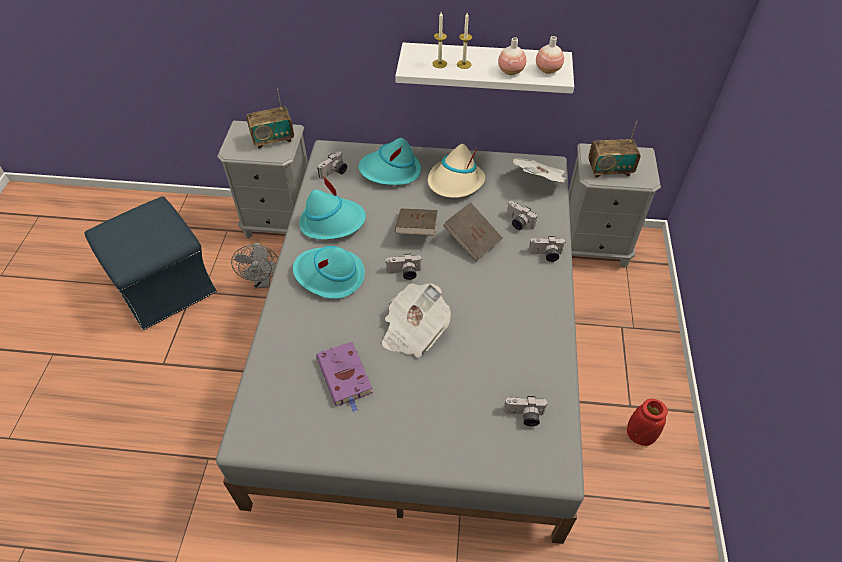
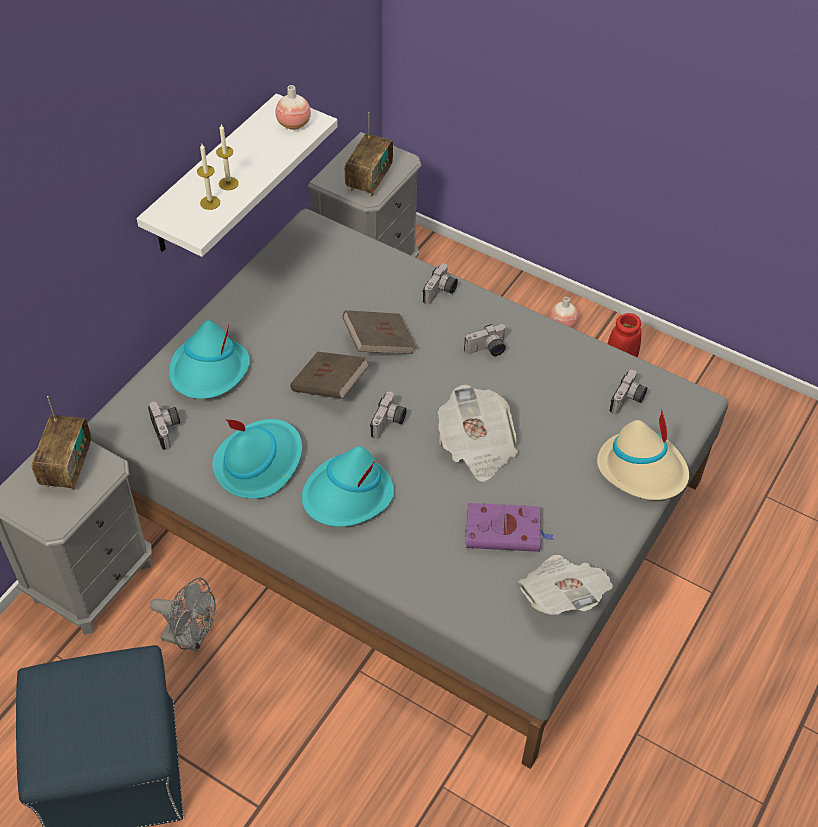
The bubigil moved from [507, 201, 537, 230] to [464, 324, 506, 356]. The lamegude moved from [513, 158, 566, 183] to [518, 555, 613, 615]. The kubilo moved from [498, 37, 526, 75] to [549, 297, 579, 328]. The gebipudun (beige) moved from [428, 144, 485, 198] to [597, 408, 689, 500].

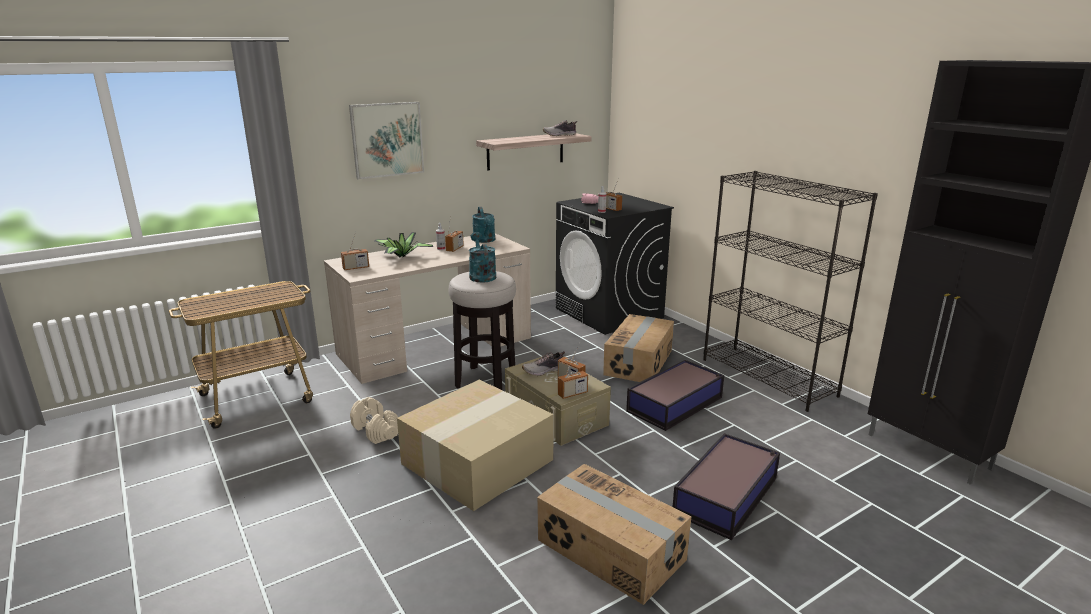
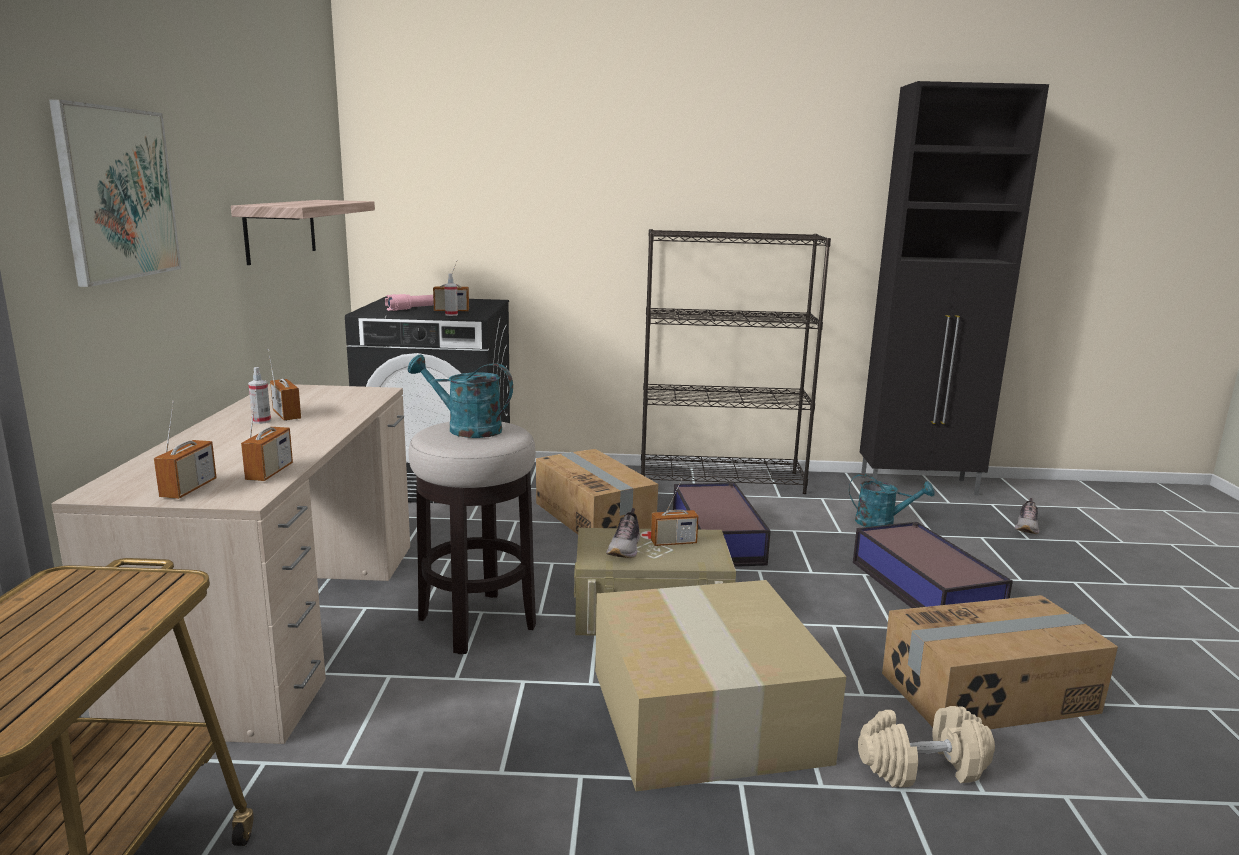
The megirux moved from [558, 352, 588, 399] to [241, 389, 293, 481]. The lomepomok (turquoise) moved from [472, 207, 495, 243] to [849, 474, 935, 527]. The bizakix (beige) moved from [350, 397, 398, 444] to [858, 706, 995, 787]. The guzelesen moved from [543, 120, 577, 136] to [1015, 498, 1039, 534]. The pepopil at [374, 232, 433, 257] disappeared.

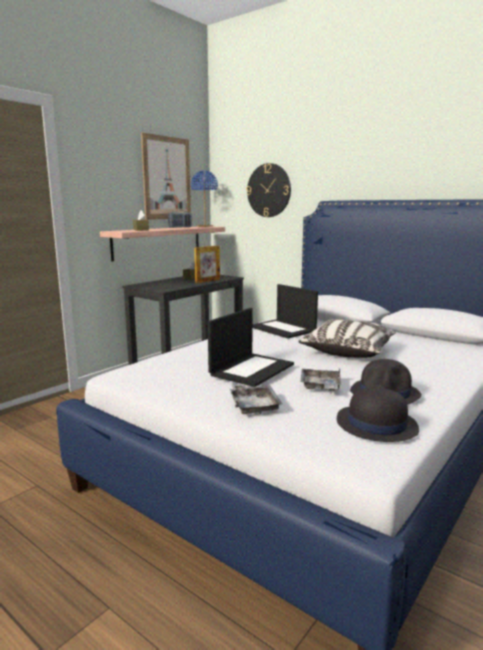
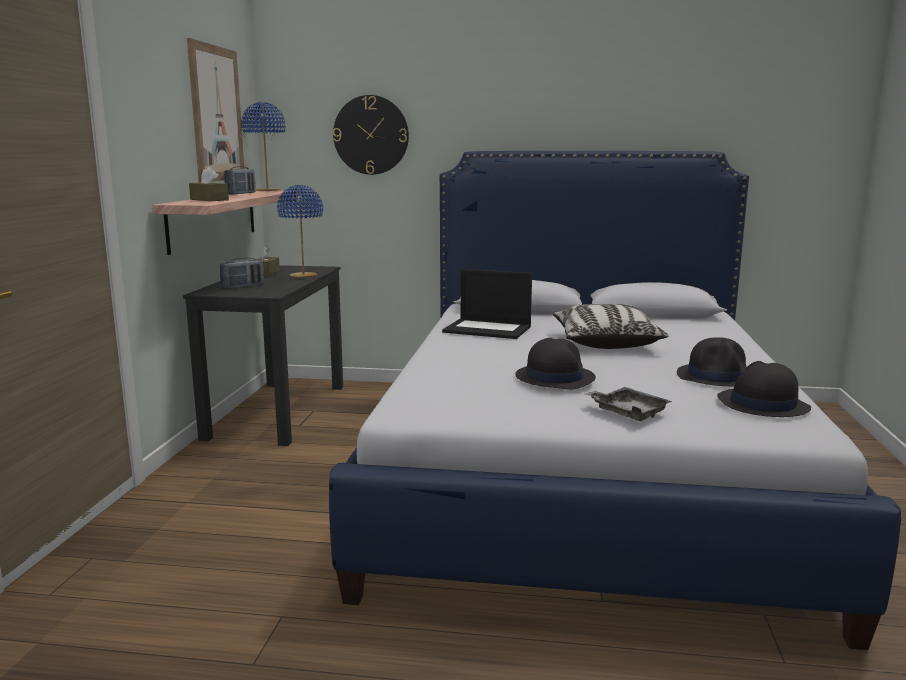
The megirux at [220, 258, 264, 289] appeared. The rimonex at [194, 246, 220, 283] was replaced by the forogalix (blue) at [277, 185, 323, 278]. The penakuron at [208, 308, 294, 387] was replaced by the gebipudun (black) at [515, 338, 596, 390]. The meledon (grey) at [300, 368, 342, 391] disappeared.

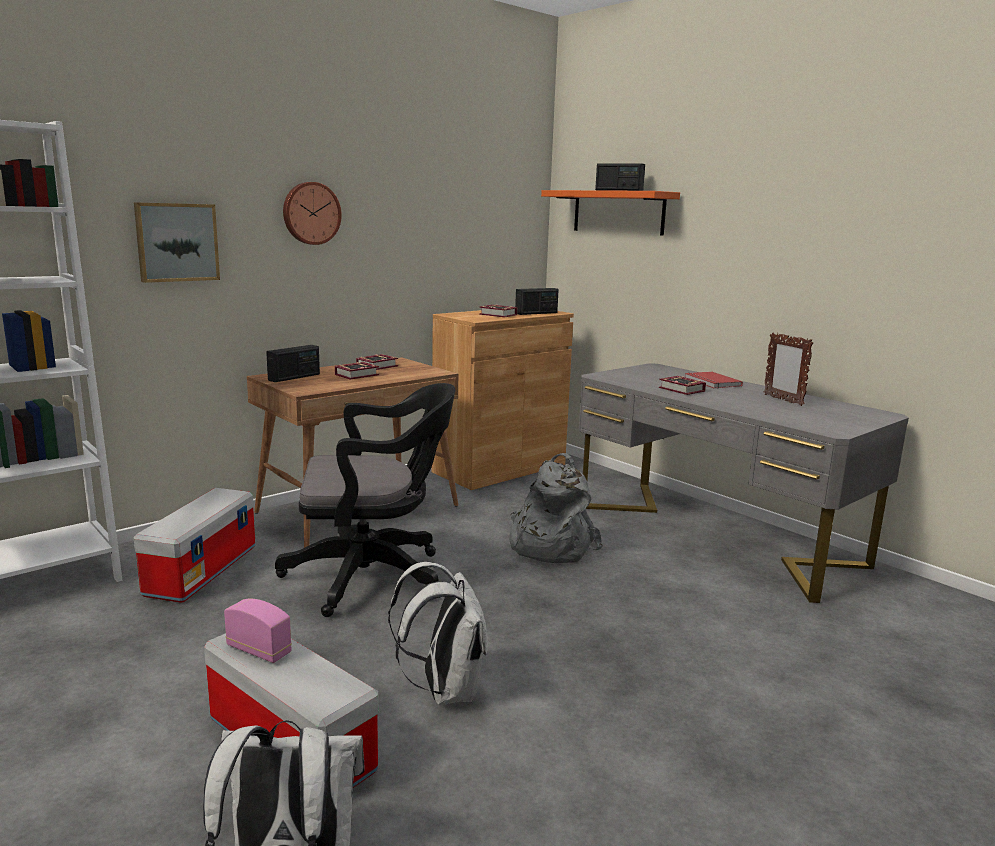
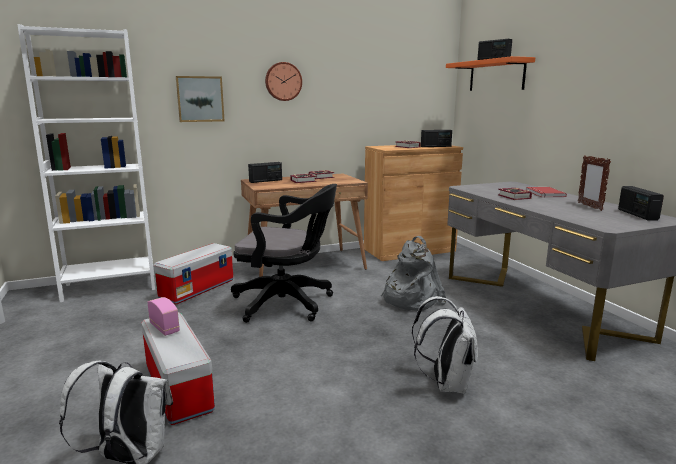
The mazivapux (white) moved from [388, 562, 488, 705] to [412, 296, 478, 394]. The megirux at [618, 186, 664, 221] appeared.

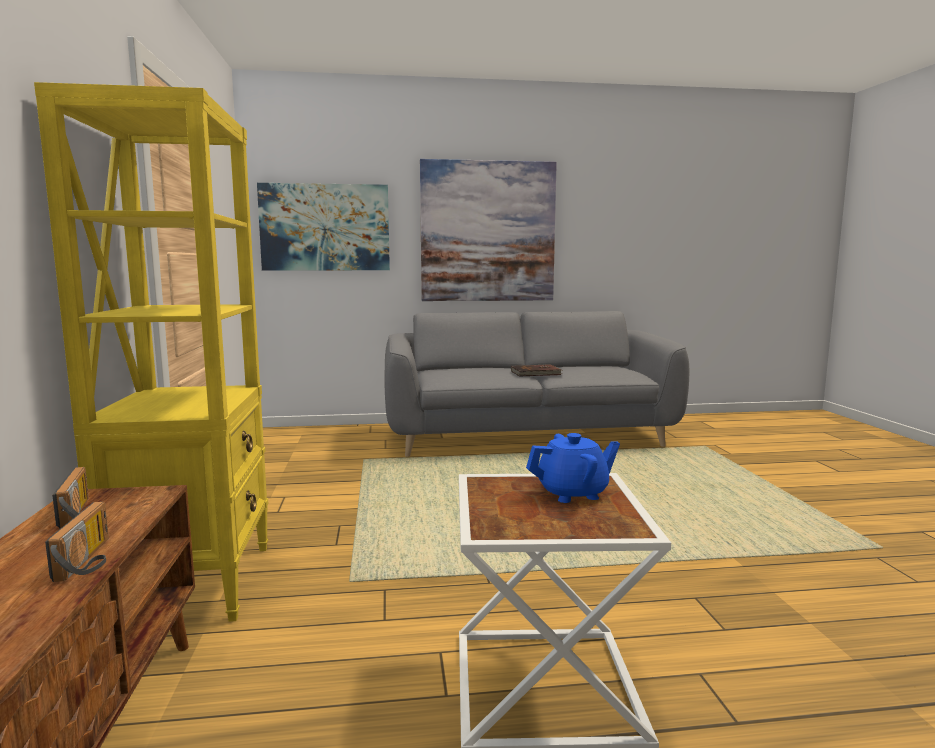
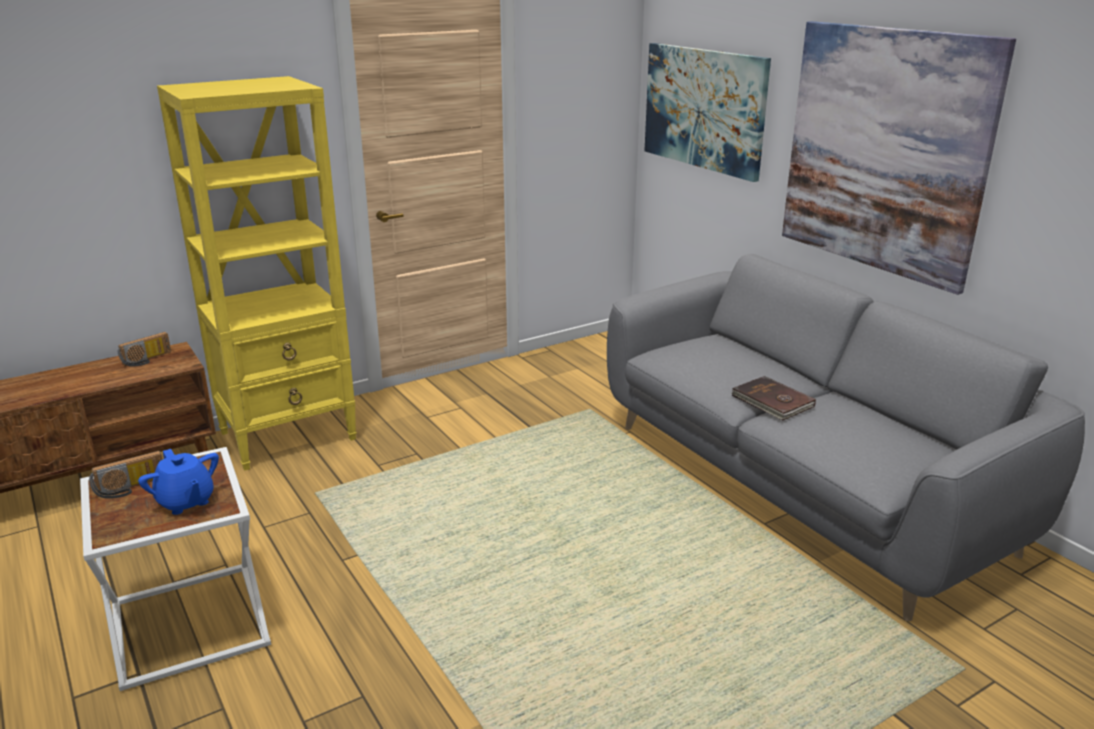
The megirux moved from [45, 502, 109, 582] to [89, 451, 163, 499].

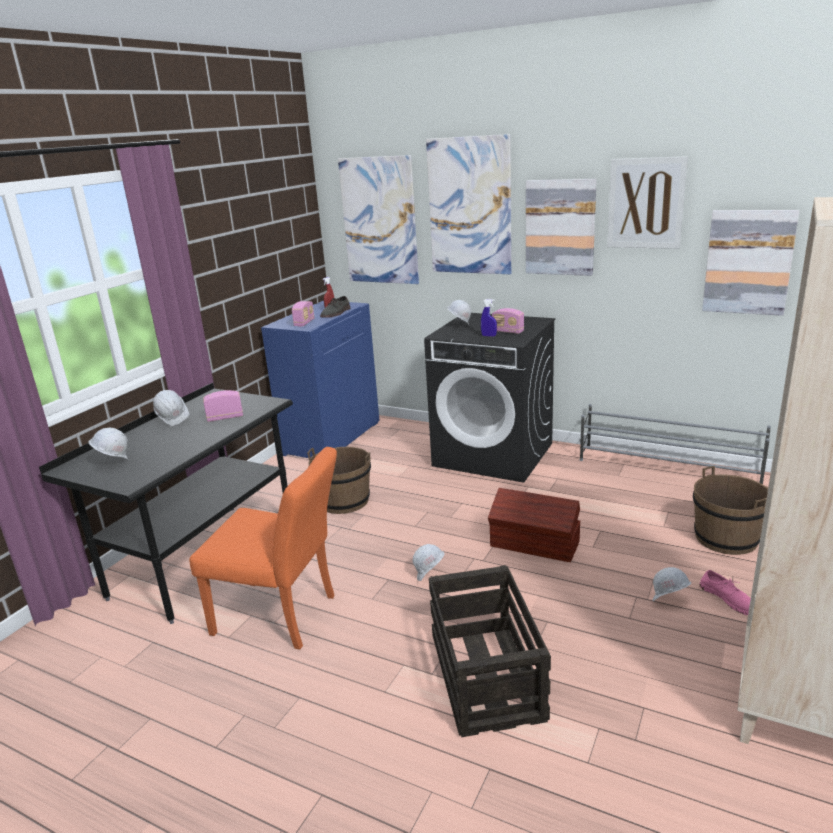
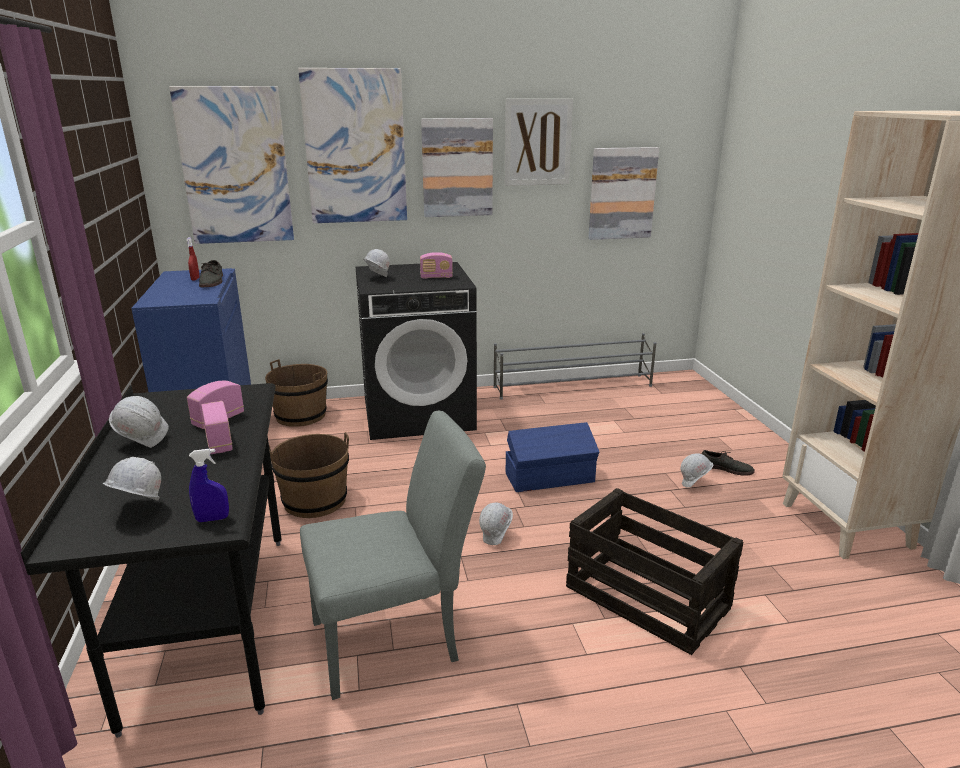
The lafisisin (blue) moved from [481, 299, 497, 337] to [189, 448, 229, 522]. The megirux moved from [292, 301, 314, 327] to [201, 401, 233, 454]. The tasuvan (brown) moved from [693, 466, 768, 555] to [265, 359, 328, 427]. The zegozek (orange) at [189, 447, 337, 650] became the zegozek (grey) at [300, 411, 486, 700]. The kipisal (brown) at [488, 488, 580, 562] became the kipisal (blue) at [506, 422, 599, 492]. The guzelesen (pink) at [699, 570, 751, 615] became the guzelesen (grey) at [701, 450, 755, 476].

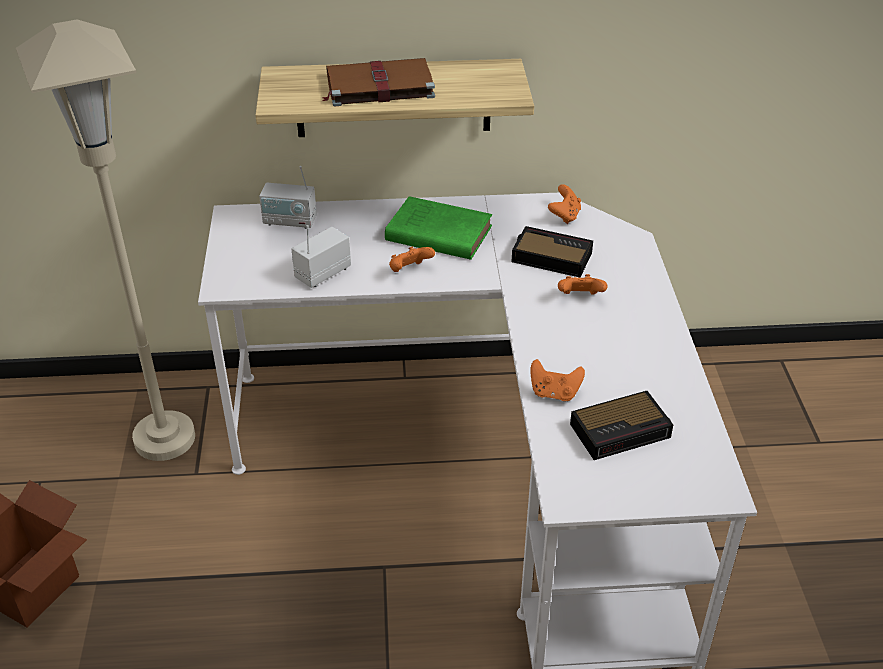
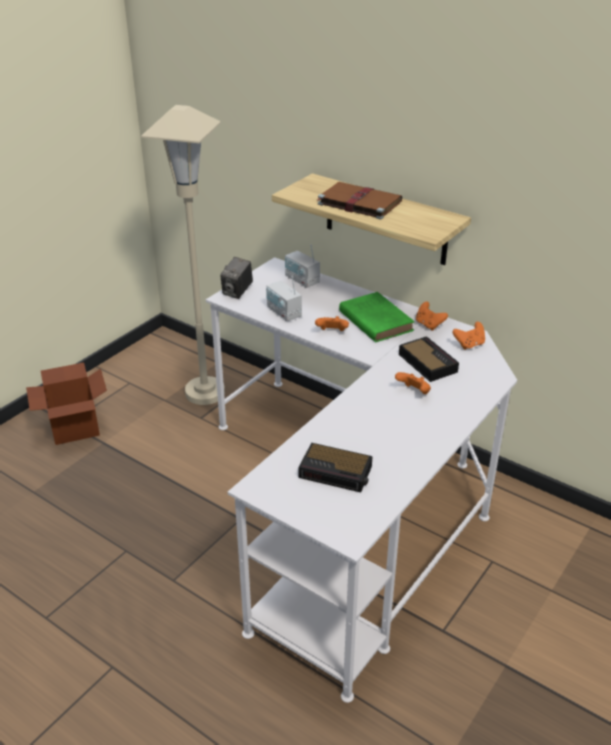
The bubigil at [220, 257, 253, 299] appeared. The megirux at [291, 225, 351, 288] turned 120 degrees counterclockwise. The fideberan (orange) moved from [531, 359, 585, 401] to [416, 302, 448, 331].

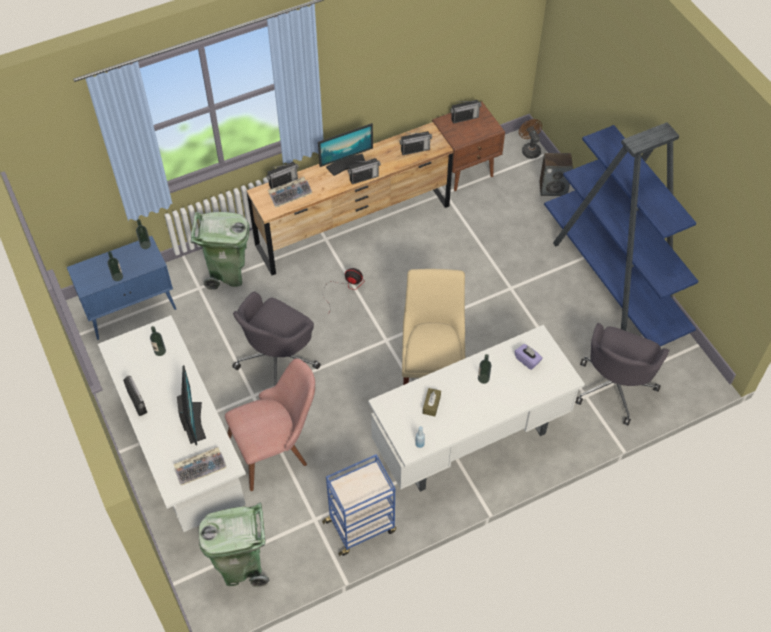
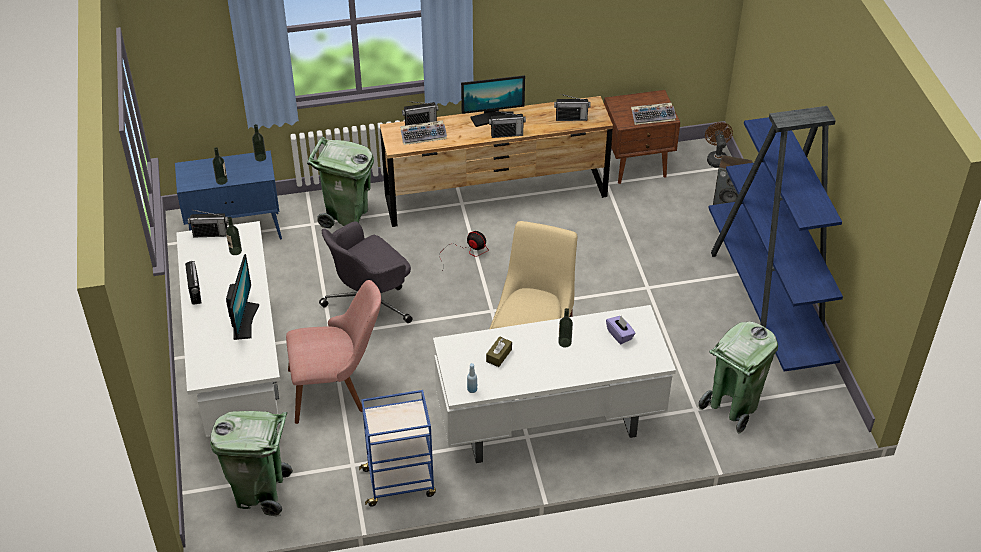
The megirux moved from [450, 100, 482, 124] to [188, 210, 228, 238]. The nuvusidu moved from [174, 447, 226, 486] to [631, 103, 676, 125]. The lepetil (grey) at [575, 323, 669, 426] was replaced by the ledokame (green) at [699, 322, 778, 433].

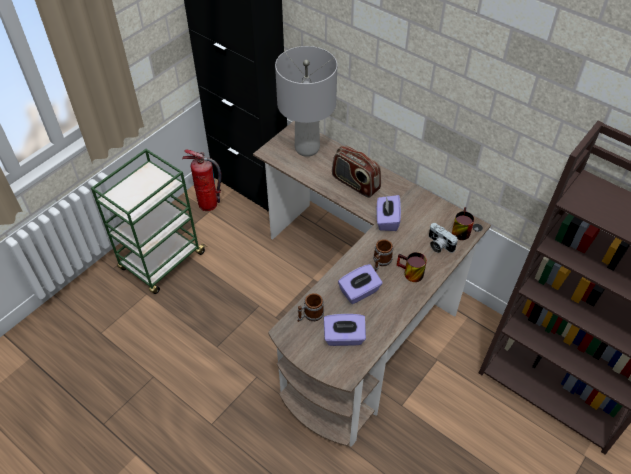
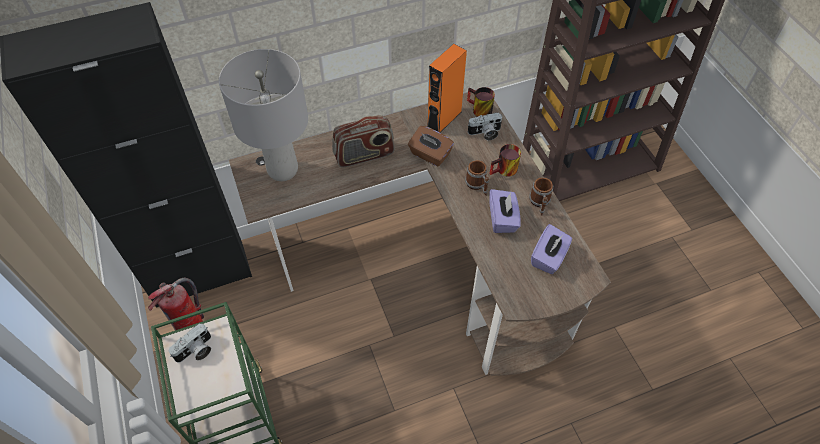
The bubigil at [169, 323, 211, 363] appeared. The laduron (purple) at [376, 195, 401, 231] became the laduron (brown) at [408, 126, 454, 166]. The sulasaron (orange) at [427, 44, 467, 133] appeared. The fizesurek moved from [298, 293, 324, 322] to [529, 177, 553, 216].

